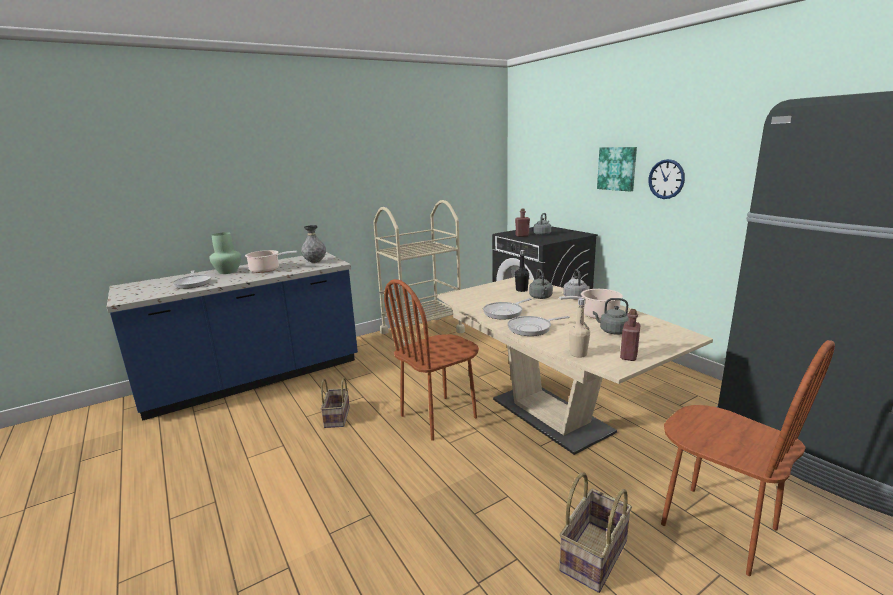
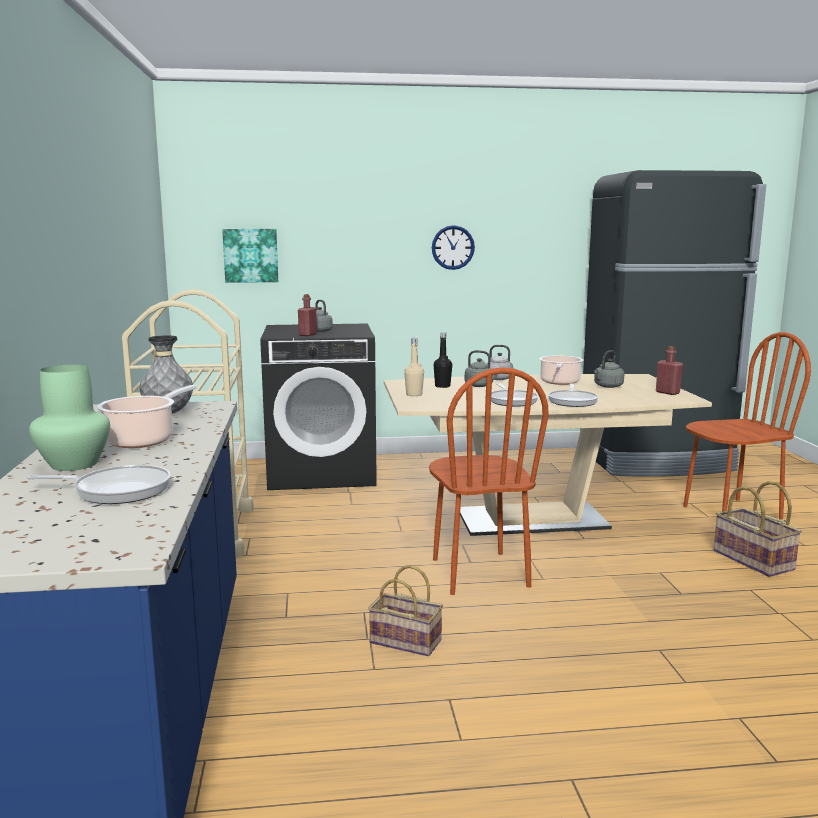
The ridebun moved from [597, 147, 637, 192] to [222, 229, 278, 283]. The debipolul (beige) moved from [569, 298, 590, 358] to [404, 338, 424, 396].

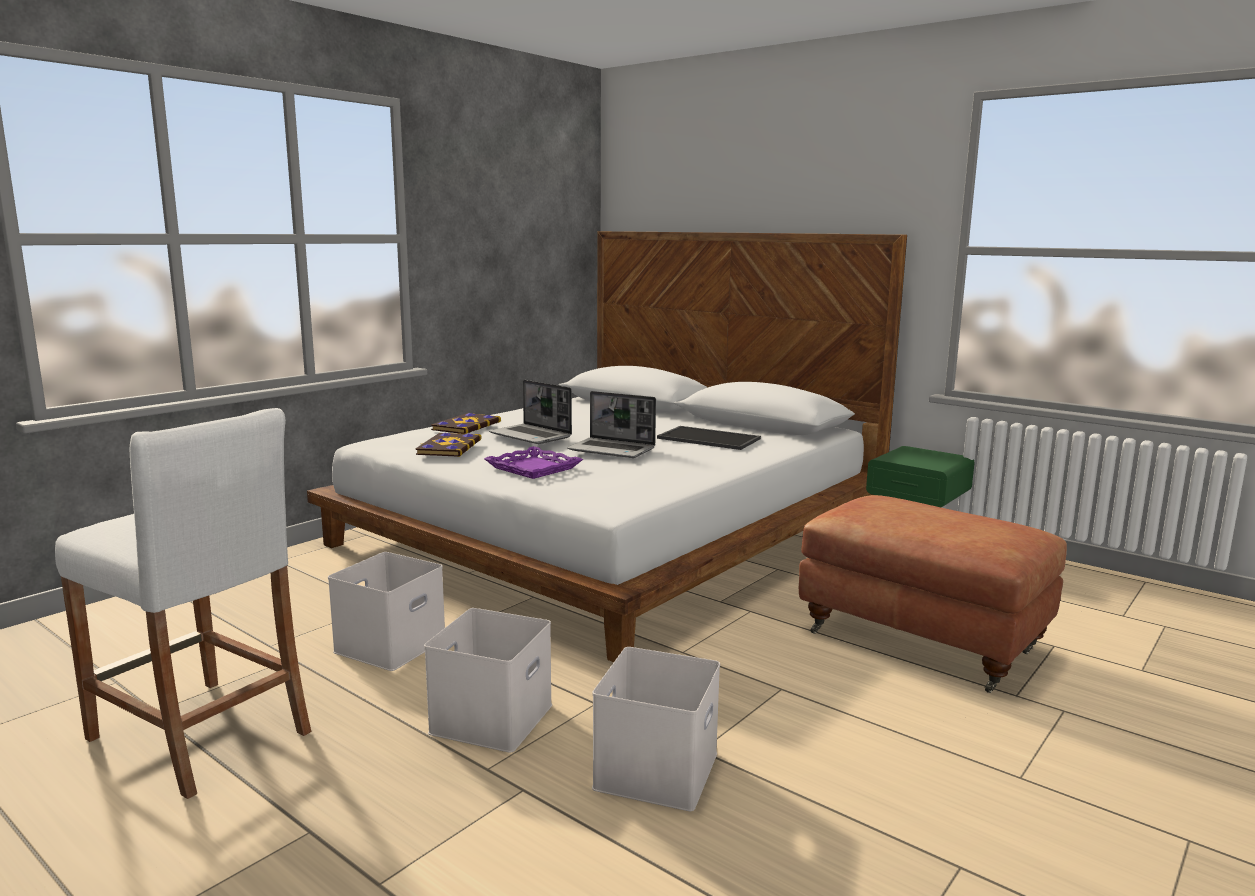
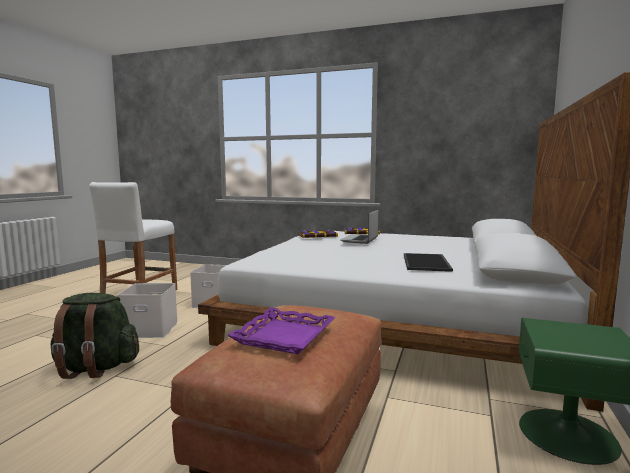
The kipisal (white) at [592, 647, 720, 811] was replaced by the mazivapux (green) at [51, 293, 139, 379]. The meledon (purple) moved from [484, 446, 583, 479] to [227, 308, 335, 354]. The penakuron at [567, 391, 656, 458] disappeared.

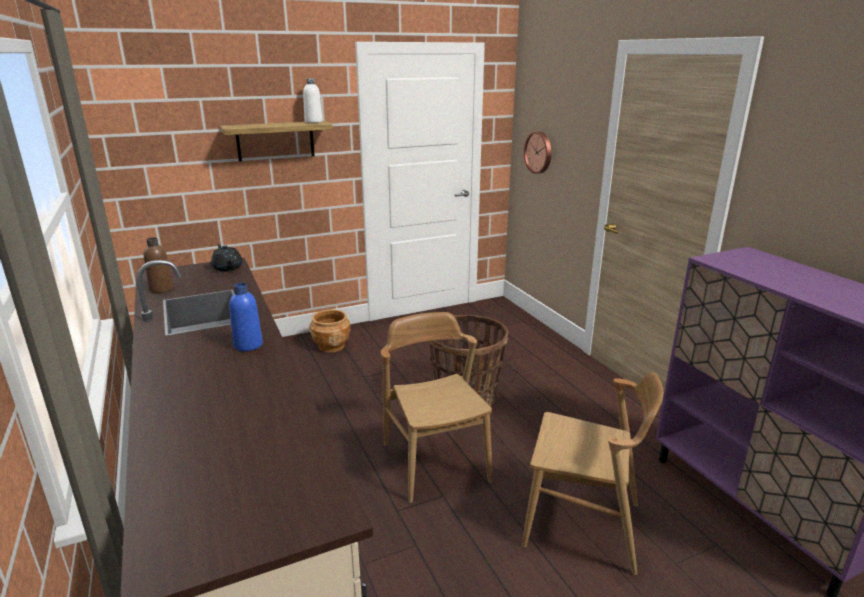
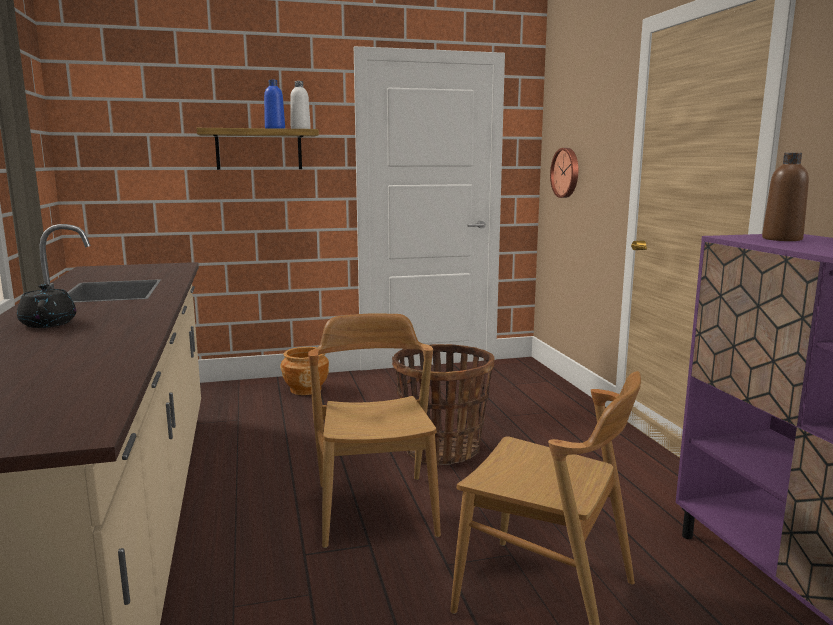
The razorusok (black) moved from [211, 244, 243, 271] to [17, 284, 76, 328]. The debipolul (blue) moved from [229, 283, 263, 351] to [264, 80, 285, 129]. The debipolul (brown) moved from [144, 237, 174, 293] to [762, 153, 809, 241].

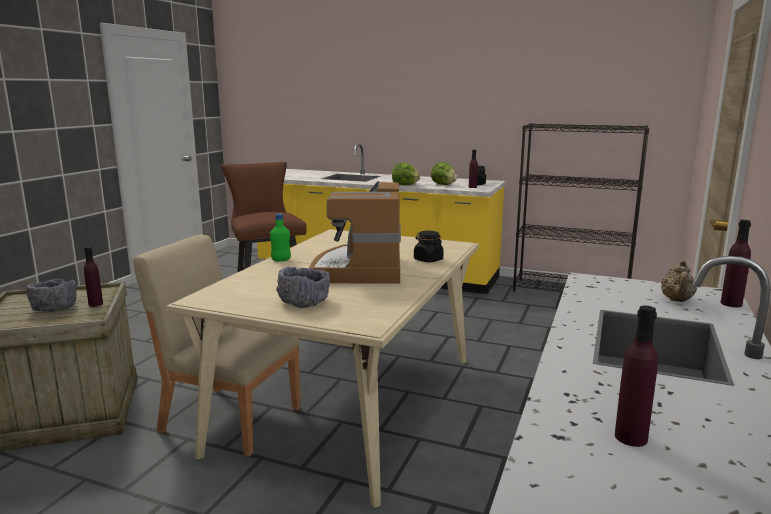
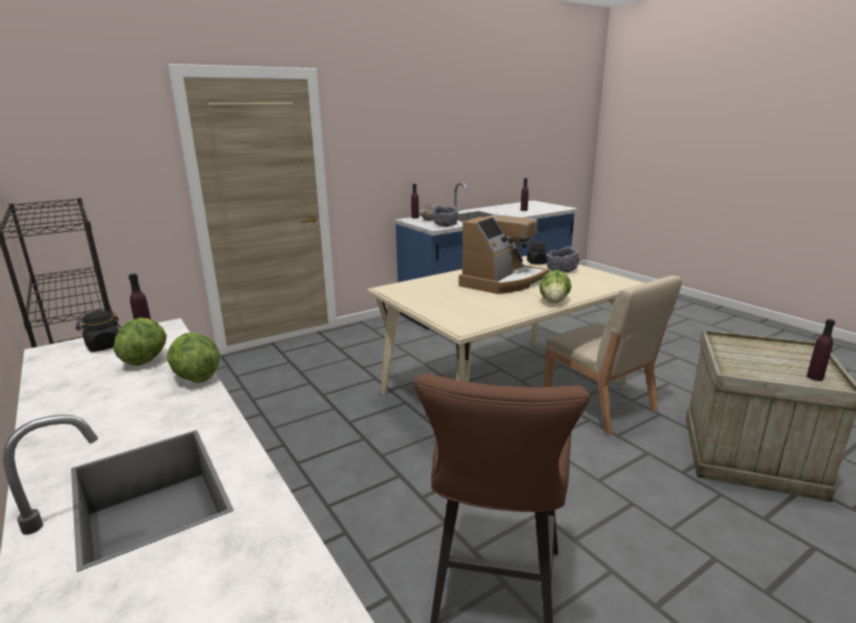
The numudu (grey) moved from [26, 279, 77, 312] to [432, 206, 458, 227]. The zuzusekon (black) moved from [414, 231, 443, 262] to [527, 241, 547, 264]. The debipolul (green) at [270, 214, 291, 262] was replaced by the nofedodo at [539, 270, 571, 303]. The debipolul (purple) moved from [84, 247, 103, 307] to [807, 319, 835, 381].

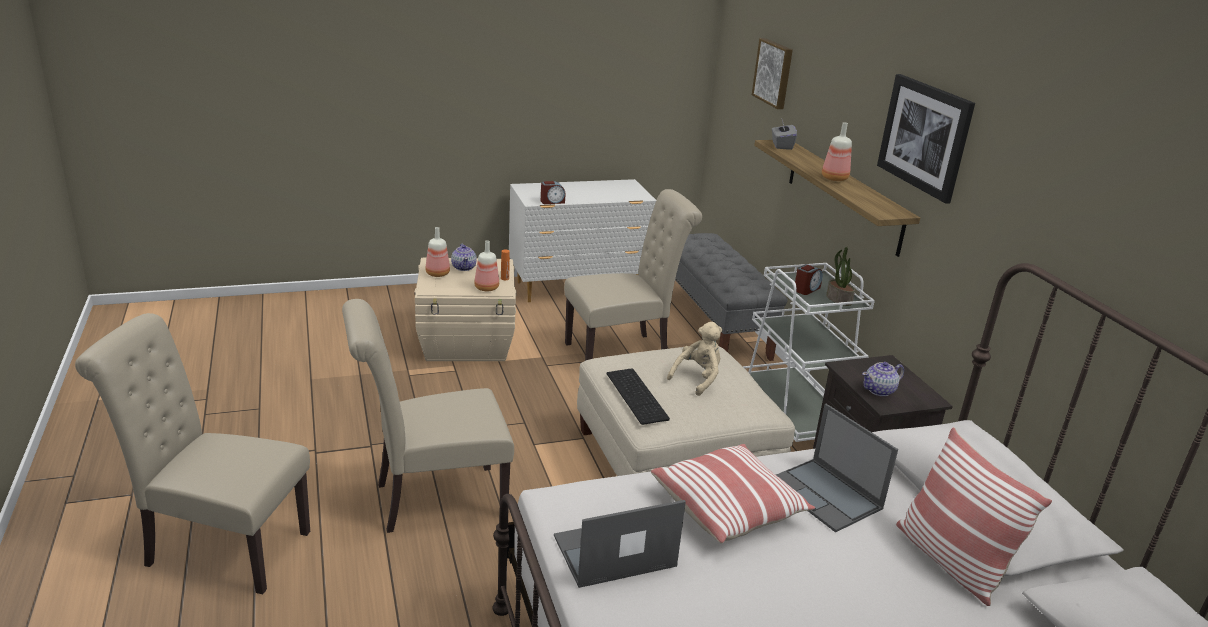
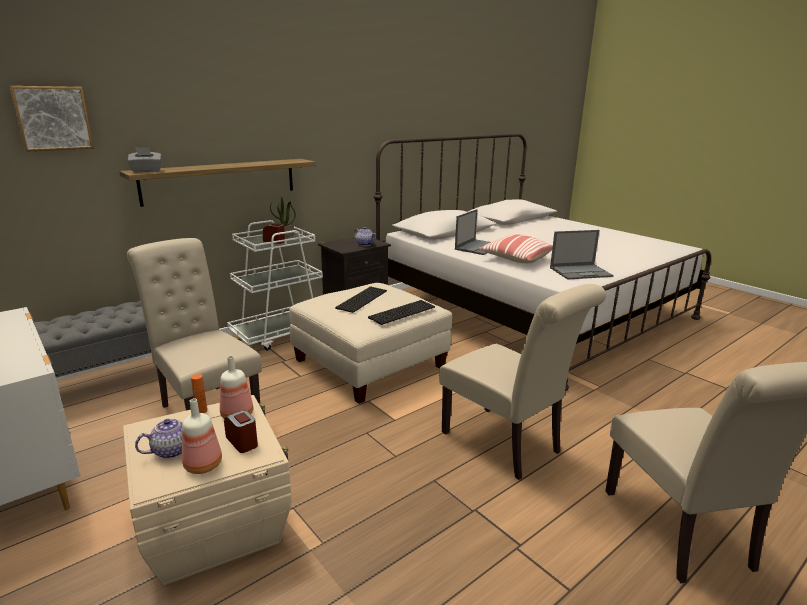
The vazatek moved from [541, 181, 565, 204] to [224, 410, 258, 453]. The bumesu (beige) at [667, 322, 722, 396] was replaced by the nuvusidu at [335, 287, 387, 313]. The penakuron at [554, 500, 686, 588] turned 60 degrees counterclockwise. The debipolul at [822, 122, 852, 181] disappeared. The ridebun at [877, 74, 975, 204] disappeared. The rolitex at [896, 427, 1052, 606] disappeared.

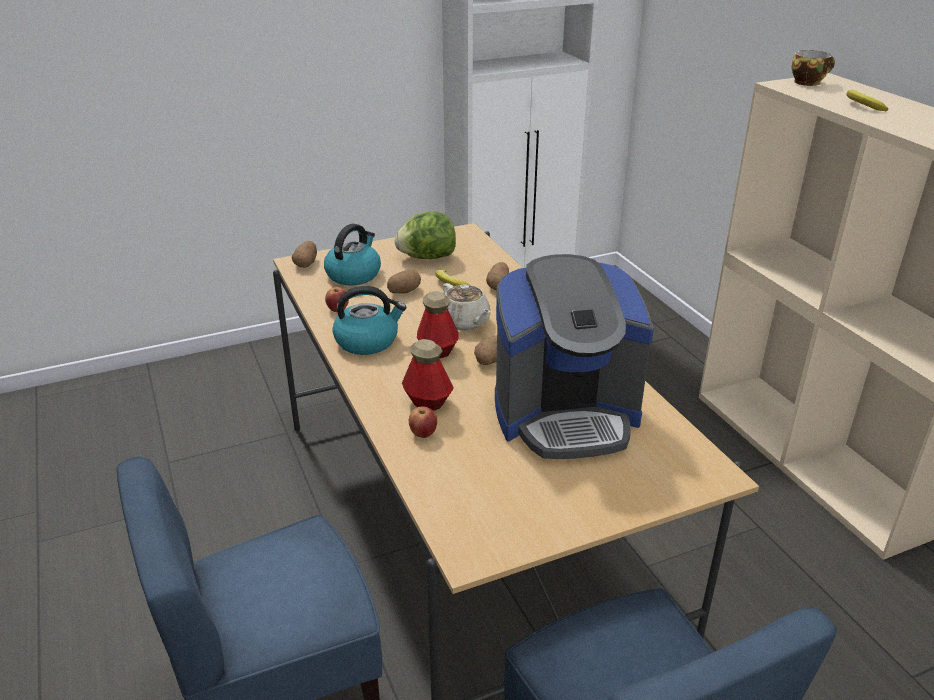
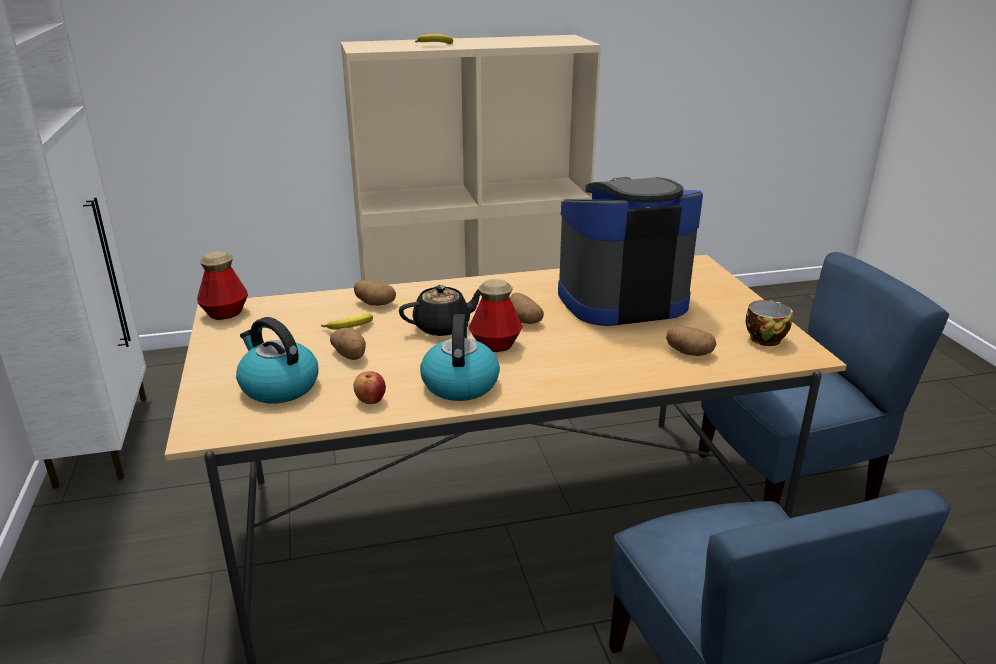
The debipolul moved from [402, 339, 454, 411] to [197, 251, 248, 320]. The razorusok (beige) at [443, 283, 490, 330] became the razorusok (black) at [399, 285, 481, 336]. The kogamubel at [495, 254, 654, 459] turned 105 degrees counterclockwise. The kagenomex moved from [292, 241, 317, 268] to [666, 326, 717, 356]. The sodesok moved from [792, 50, 835, 86] to [745, 300, 793, 346]. The nofedodo at [395, 211, 456, 259] disappeared. The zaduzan at [409, 407, 437, 438] disappeared.

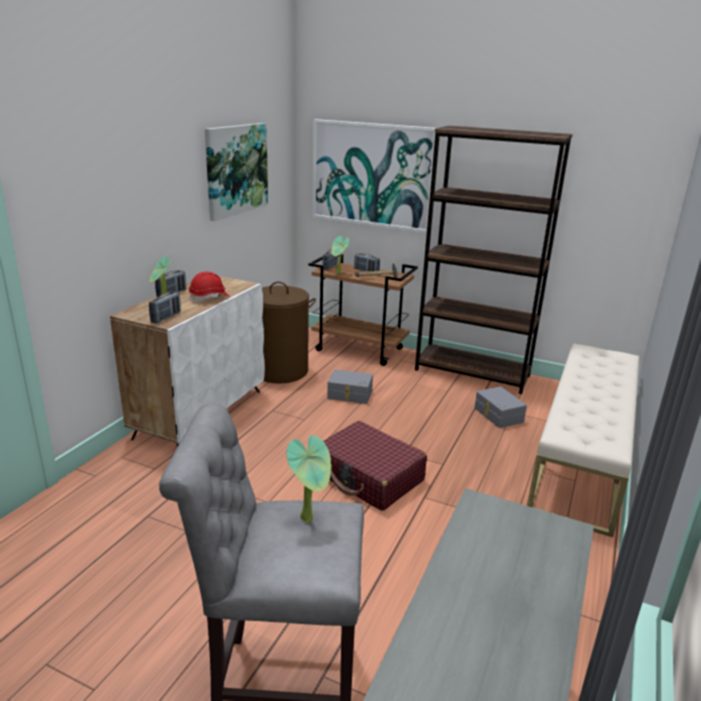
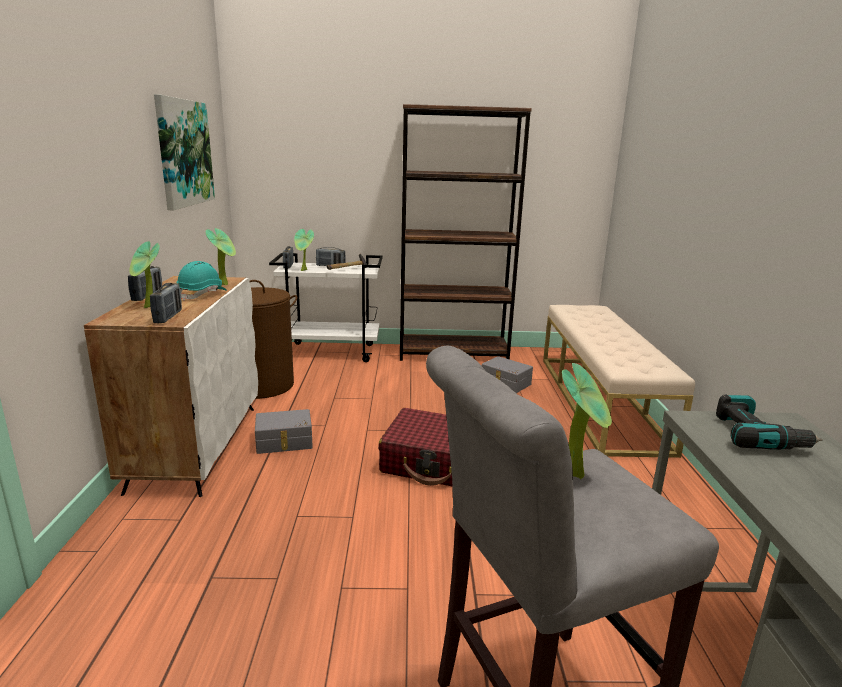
The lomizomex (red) at [189, 271, 229, 303] became the lomizomex (turquoise) at [176, 261, 227, 301]. The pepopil at [205, 228, 236, 285] appeared. The kipisal (grey) moved from [327, 370, 373, 404] to [255, 409, 313, 454]. The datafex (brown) at [308, 254, 418, 366] became the datafex (white) at [269, 253, 383, 362]. The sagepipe at [716, 394, 823, 450] appeared. The ridebun at [312, 119, 435, 233] disappeared.

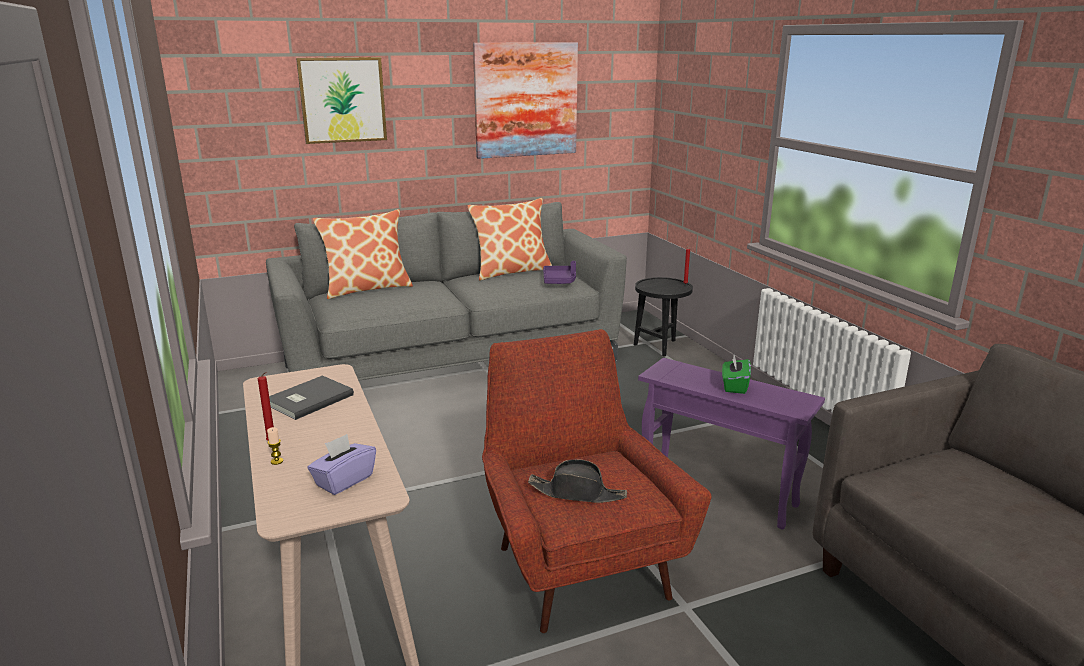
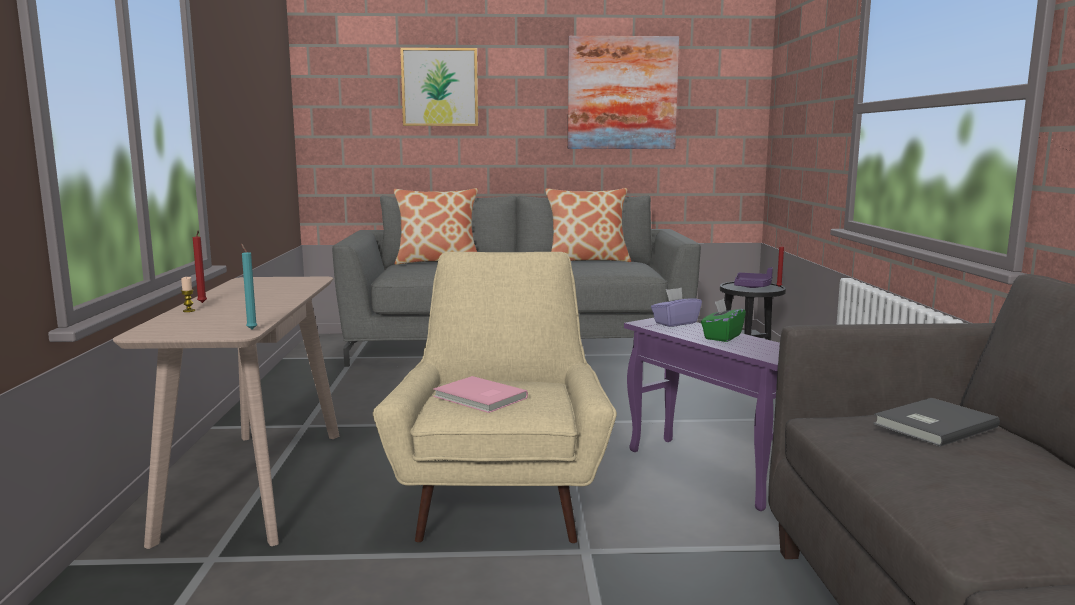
The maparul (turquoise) at [241, 243, 257, 330] appeared. The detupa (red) at [482, 329, 711, 633] became the detupa (beige) at [373, 252, 617, 543]. The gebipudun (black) at [528, 459, 627, 503] was replaced by the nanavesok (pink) at [433, 376, 528, 413]. The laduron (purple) moved from [308, 434, 376, 495] to [651, 288, 702, 327]. The meledon (purple) moved from [543, 261, 576, 284] to [734, 267, 773, 288]. The nanavesok (grey) moved from [269, 375, 354, 420] to [873, 398, 1000, 447].

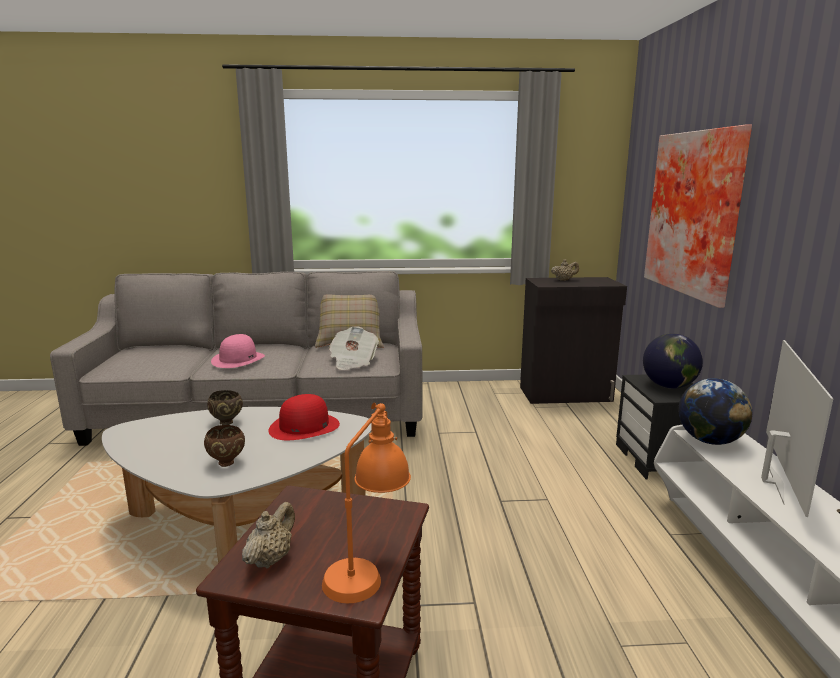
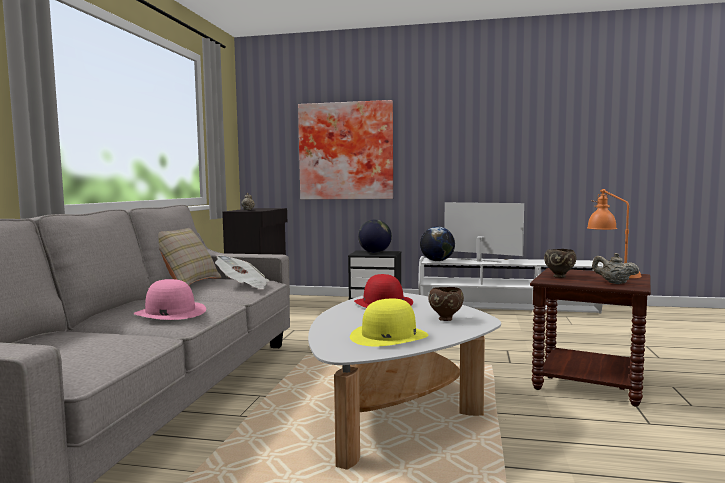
The gebipudun (yellow) at [350, 298, 428, 346] appeared. The numudu (brown) moved from [207, 390, 243, 425] to [544, 249, 576, 278].

